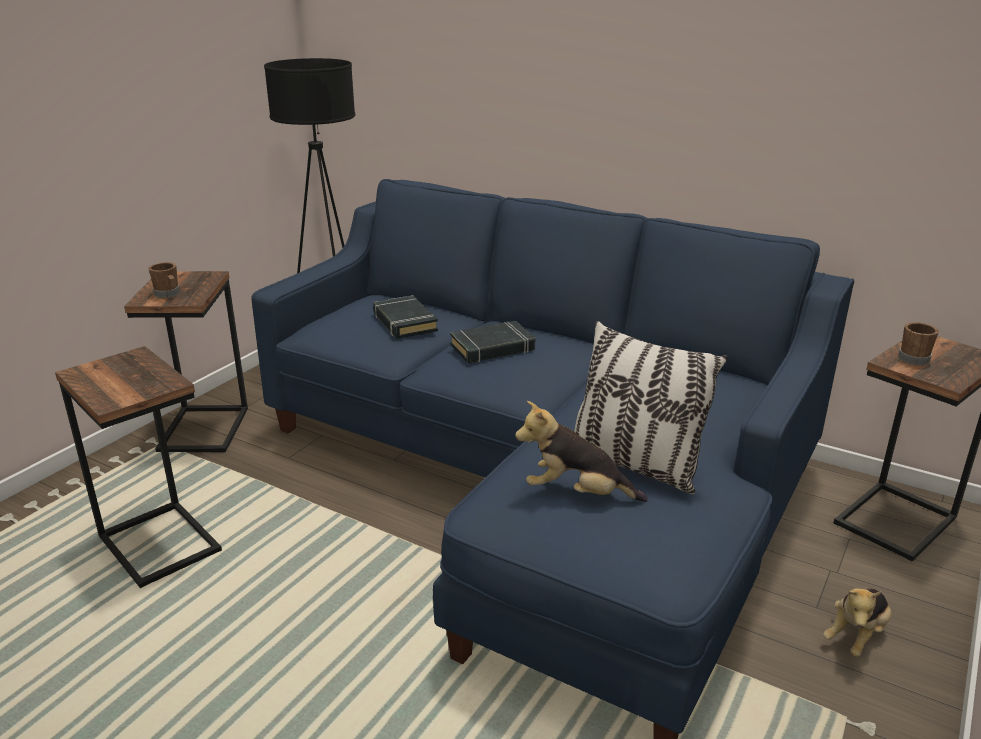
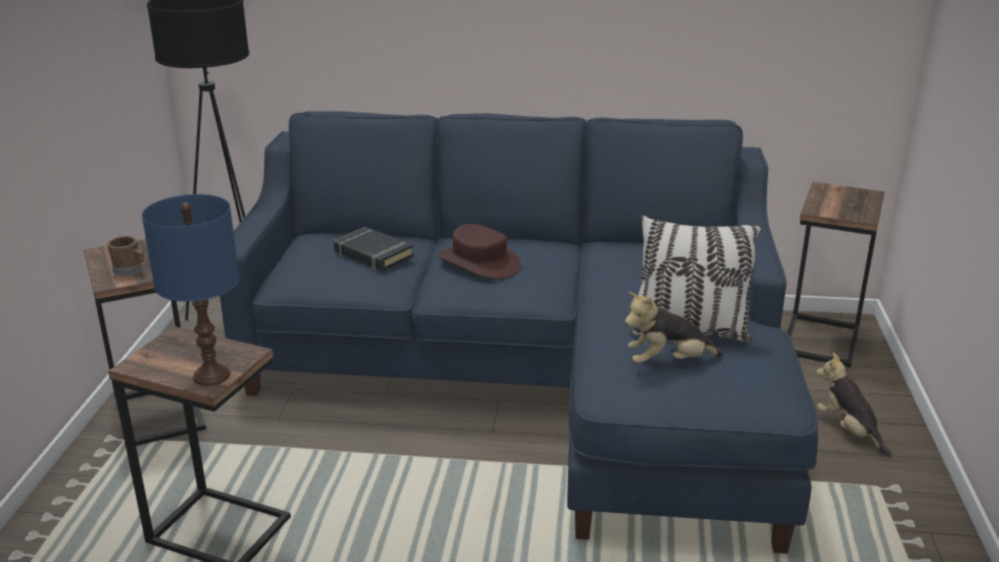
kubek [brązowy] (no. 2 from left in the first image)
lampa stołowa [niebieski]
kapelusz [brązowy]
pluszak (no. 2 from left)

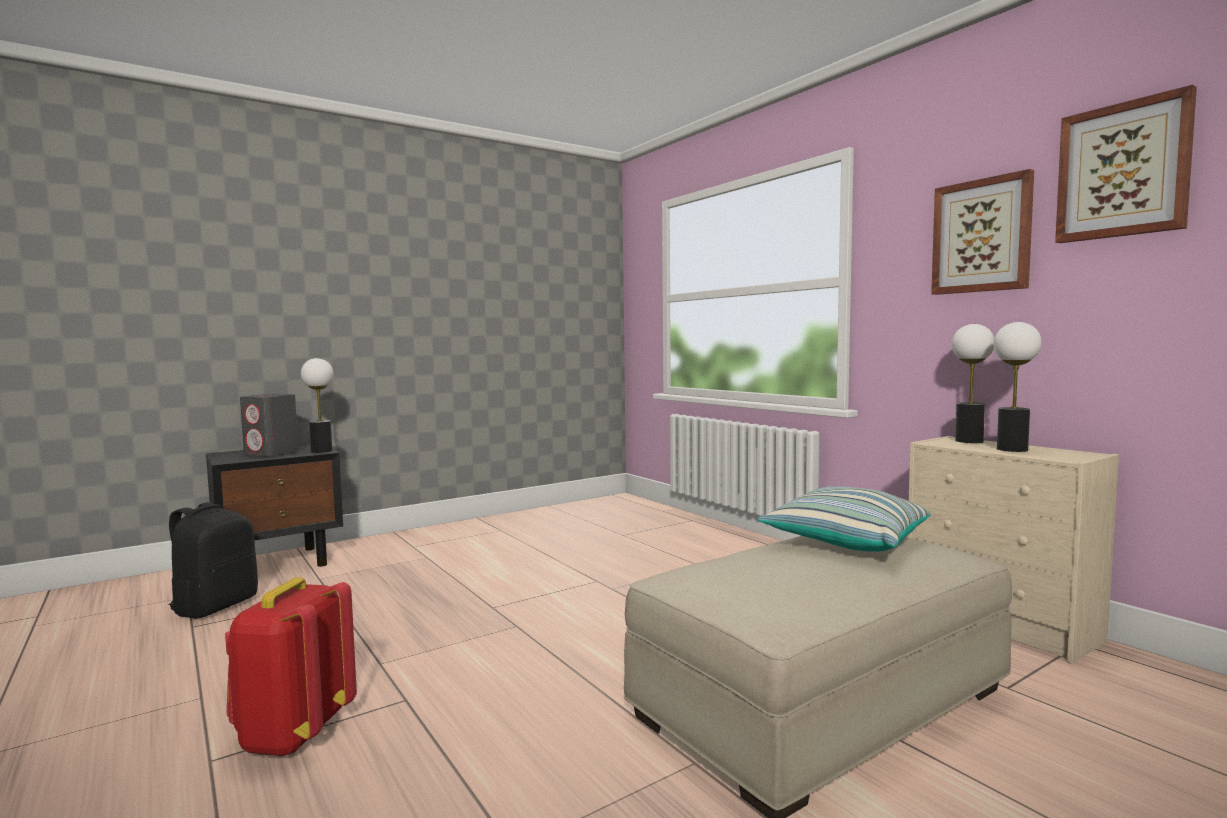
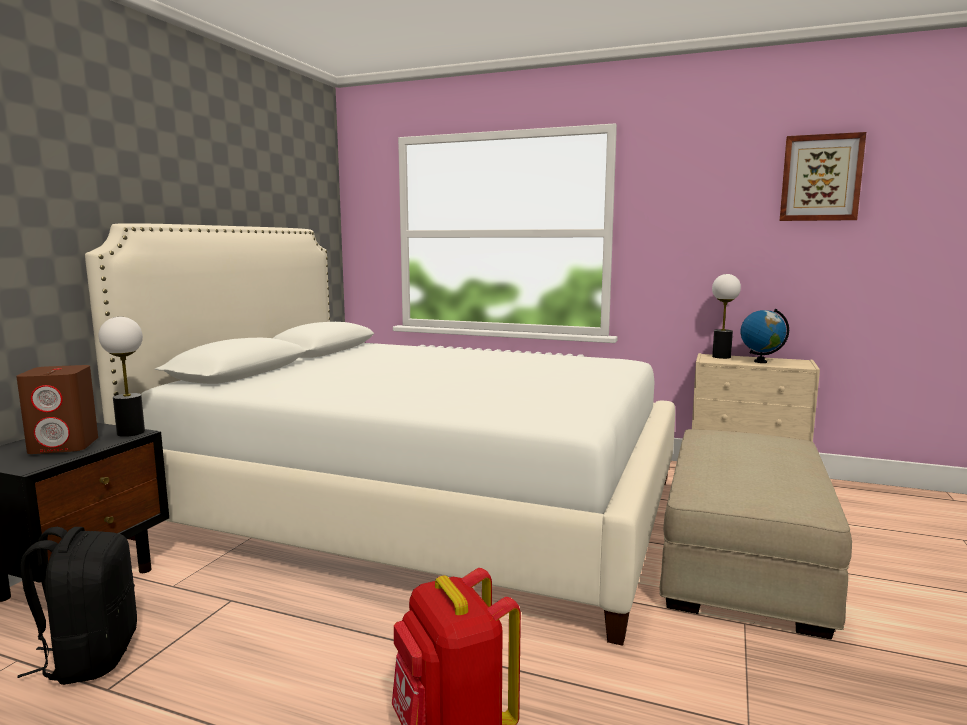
poduszka
obraz (no. 1 from left in the first image)
łóżko [biały]
globus
głośnik [brązowy]

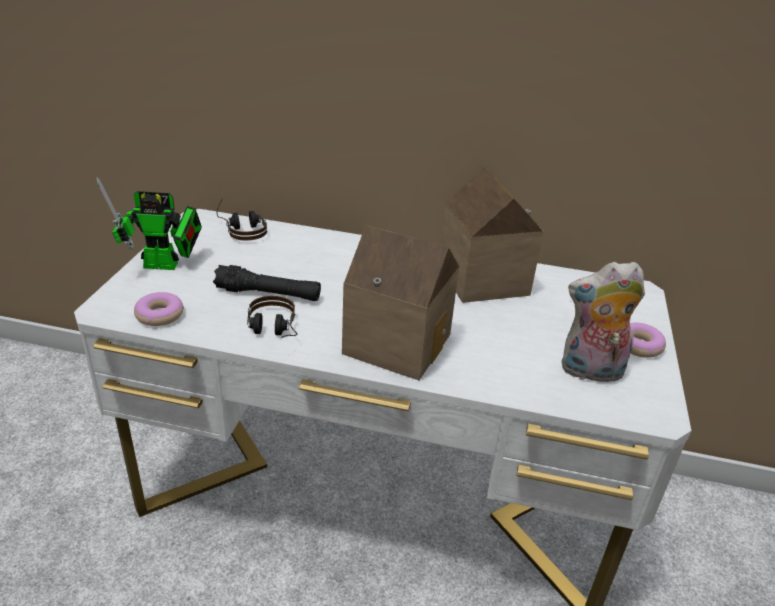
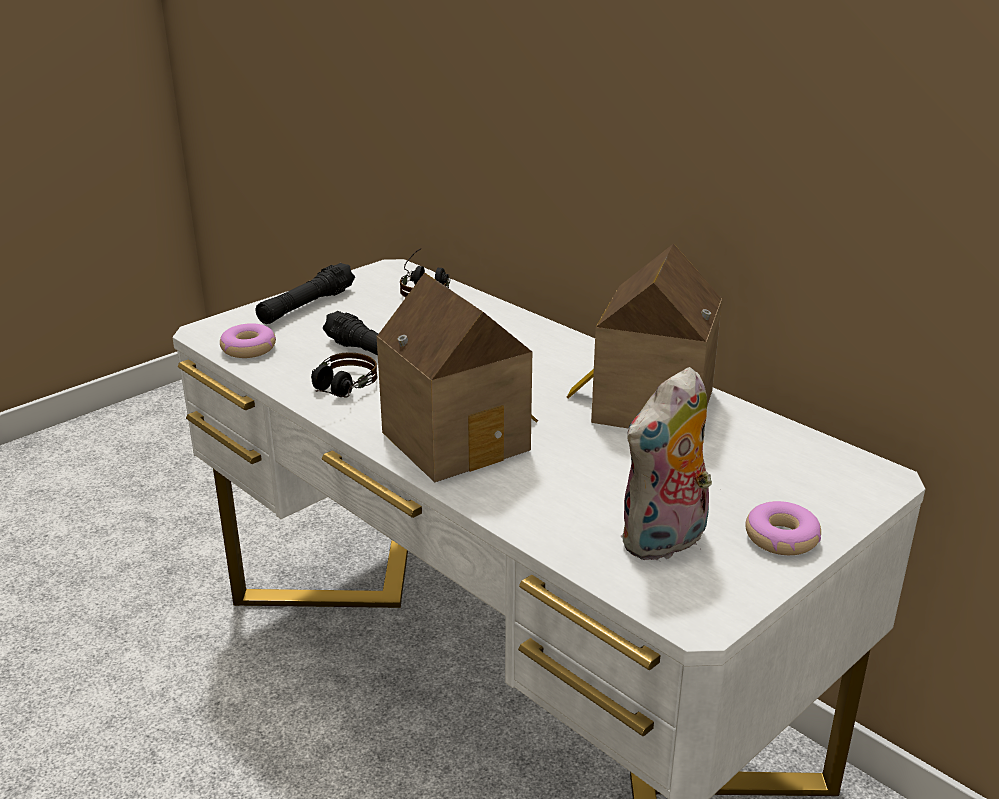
latarka [czarny] (no. 1 from left)
pluszak

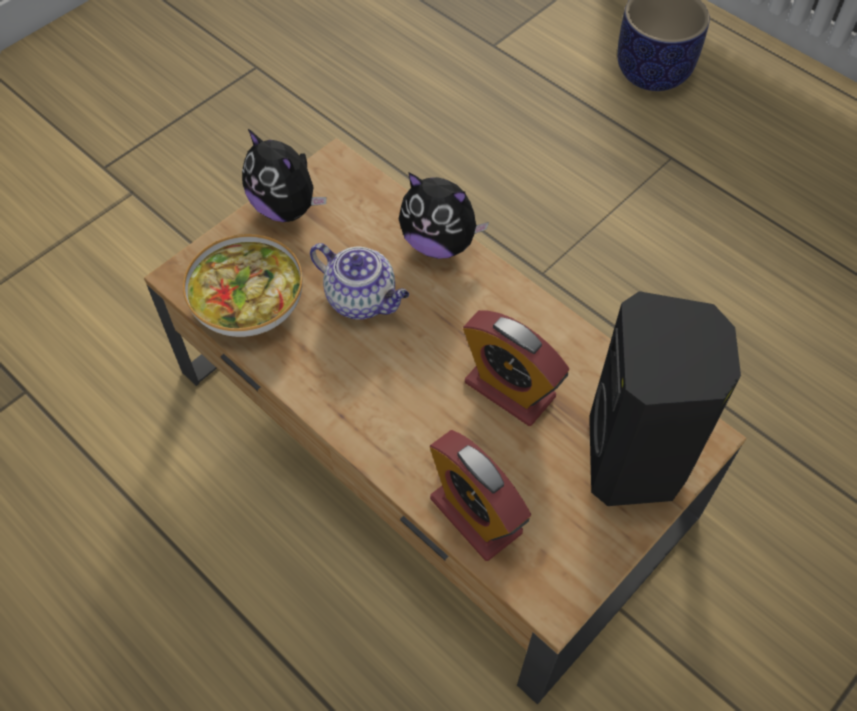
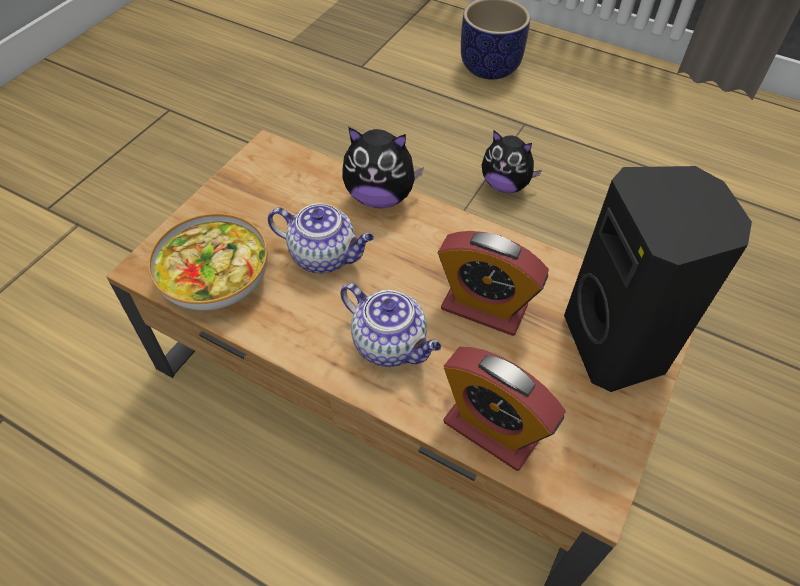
imbryk (no. 2 from left)
pluszak (no. 2 from left)

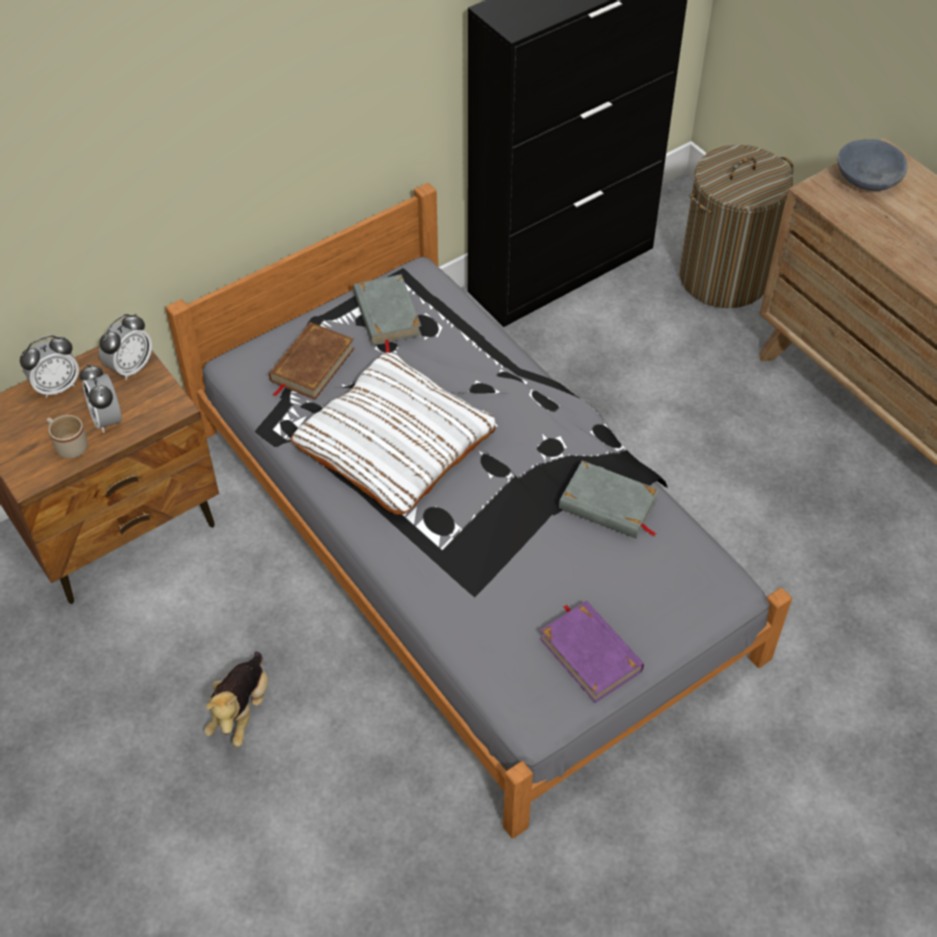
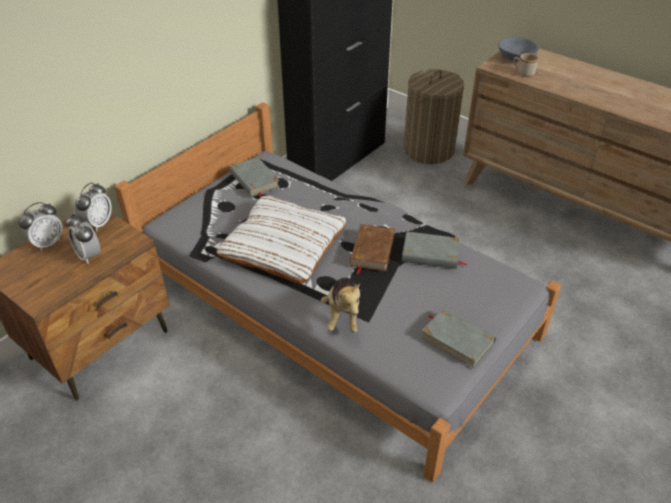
kubek [beżowy]
pluszak
książka [brązowy]
książka [szary] (no. 3 from left)

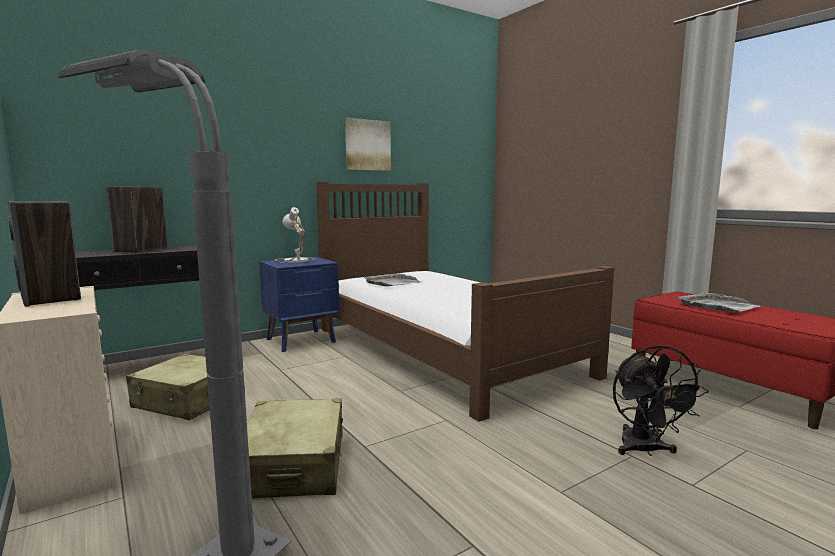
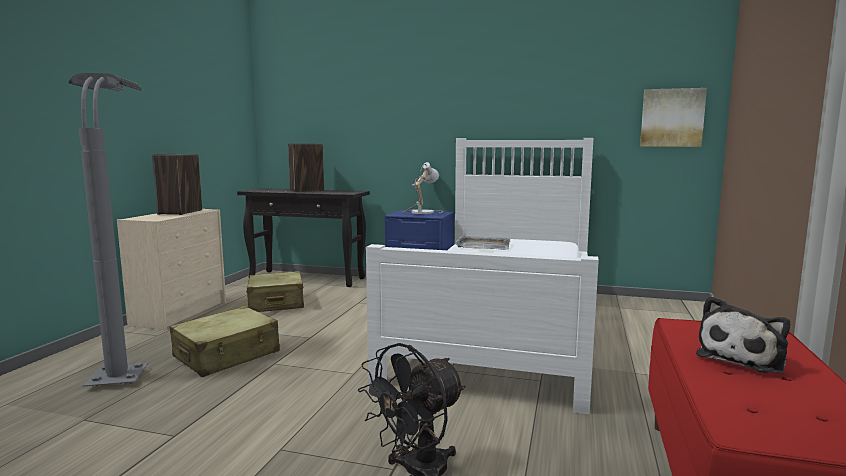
obraz
pluszak
łóżko [biały]

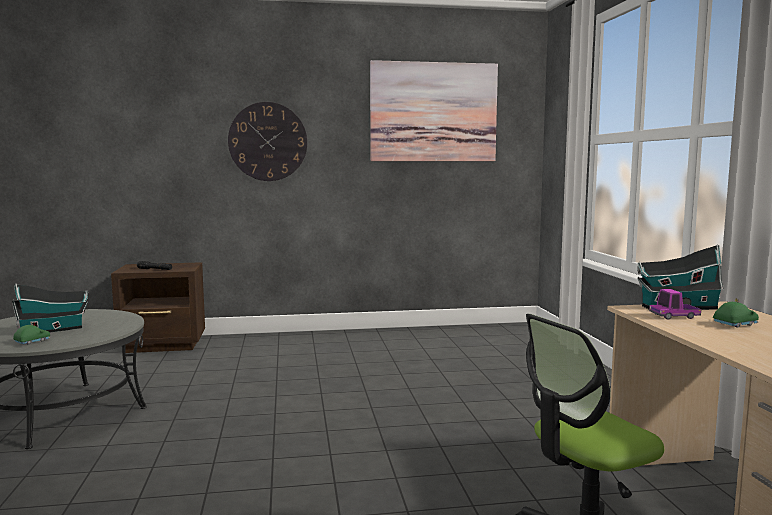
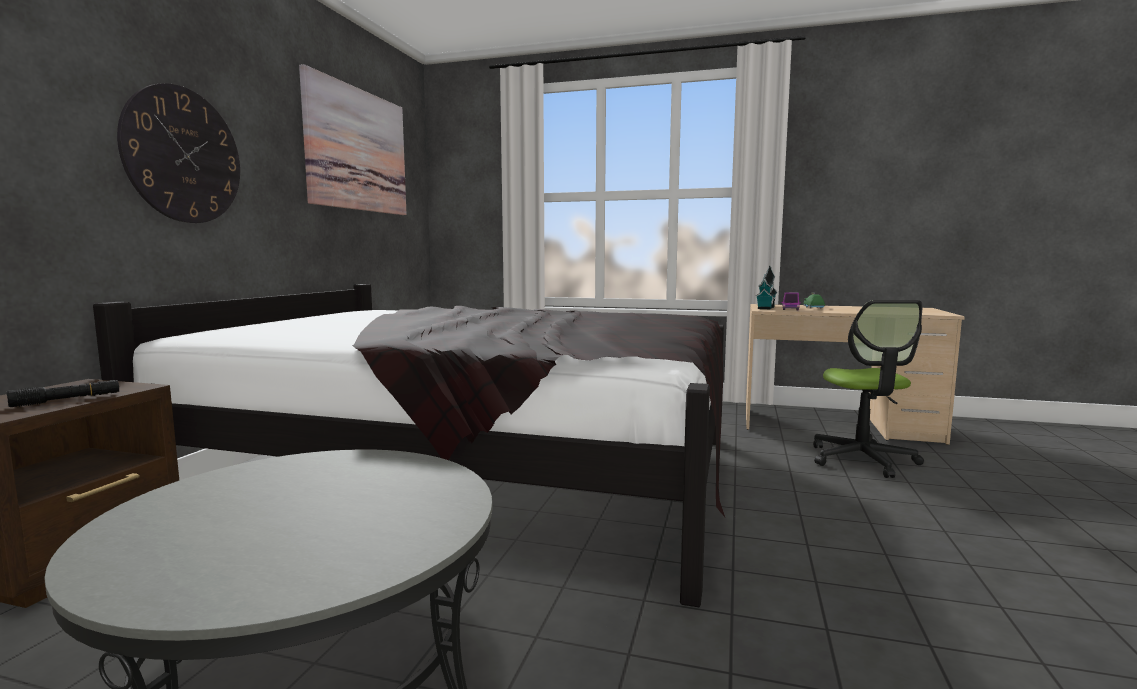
domek (no. 1 from left in the first image)
samochodzik [zielony] (no. 1 from left in the first image)
łóżko [czarny]

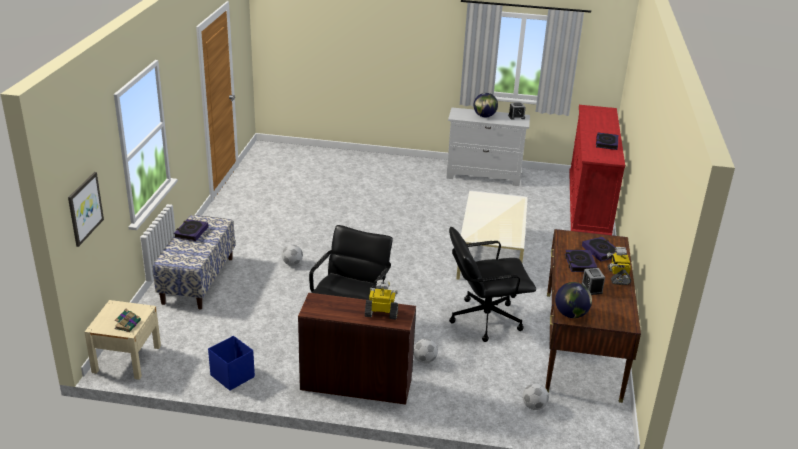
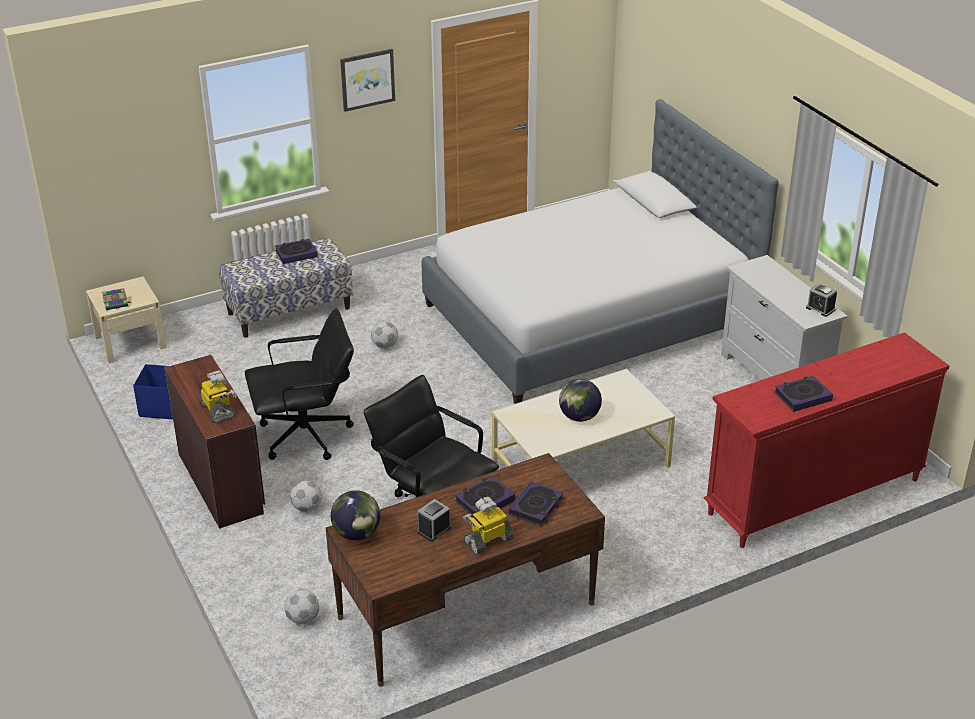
łóżko
obraz
globus (no. 2 from left)

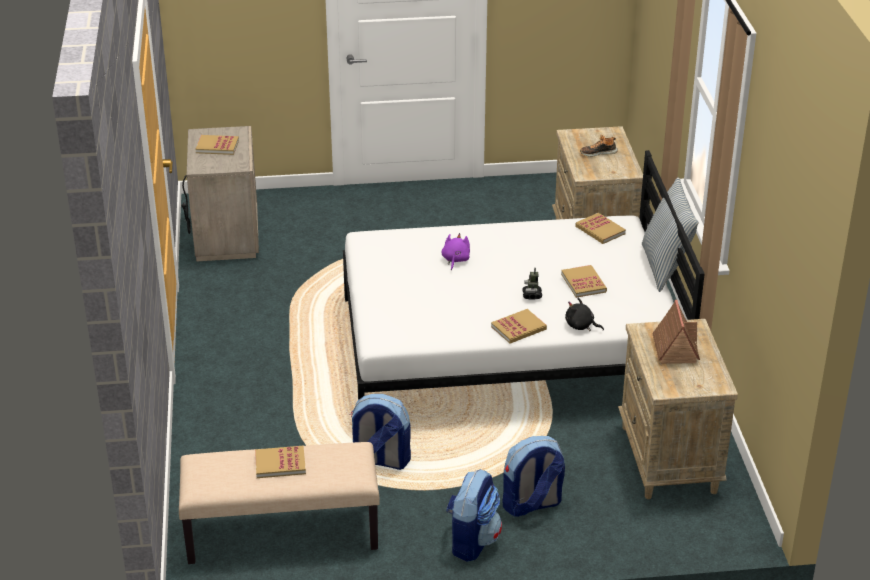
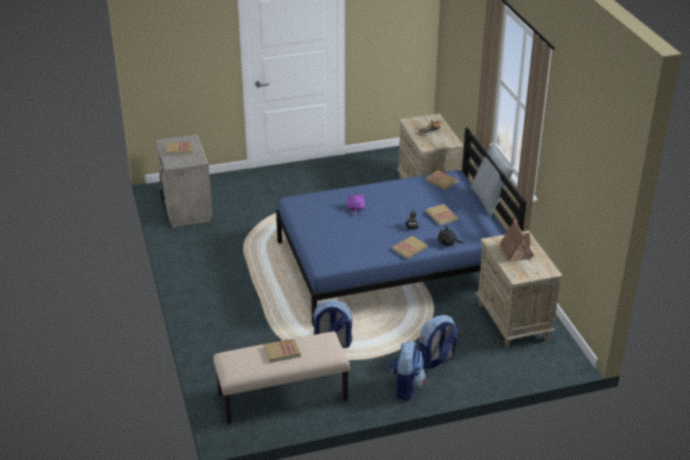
łóżko [niebieski]

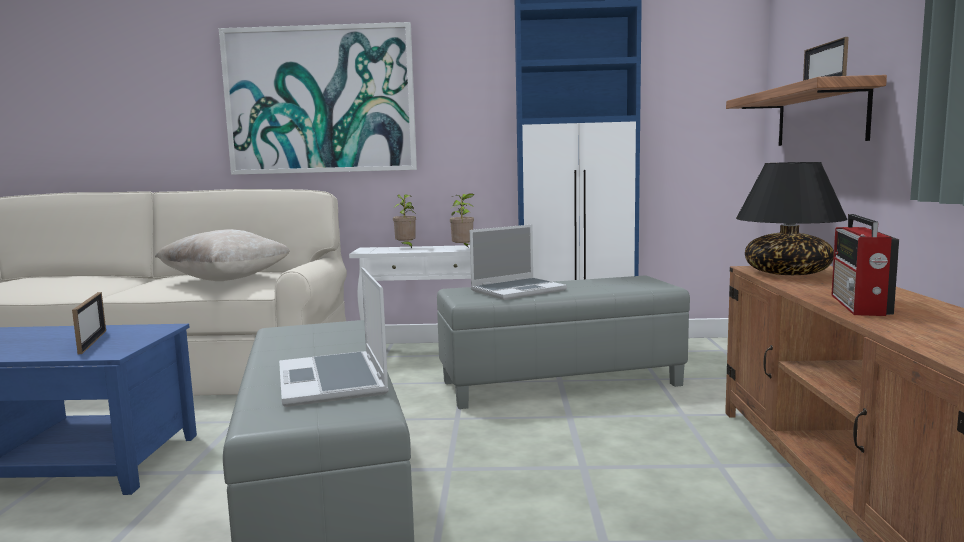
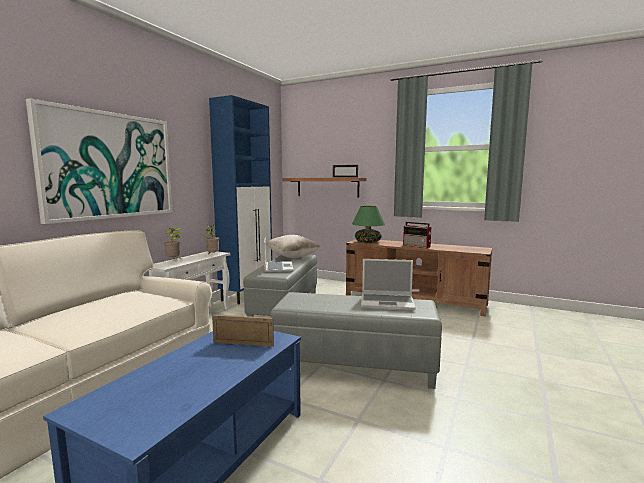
poduszka [beżowy]
lampa stołowa [zielony]

